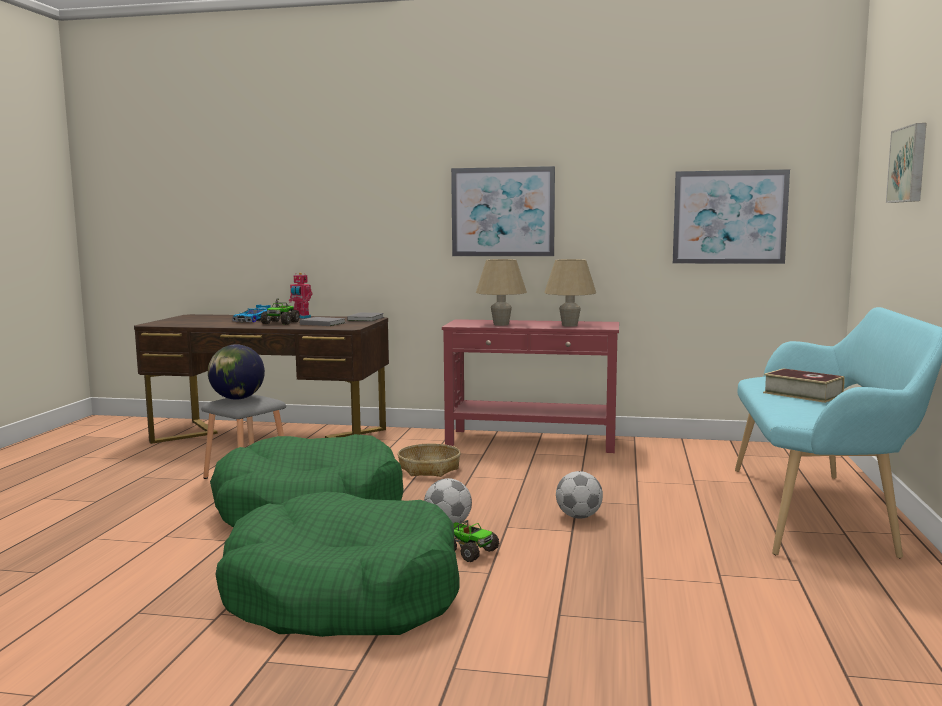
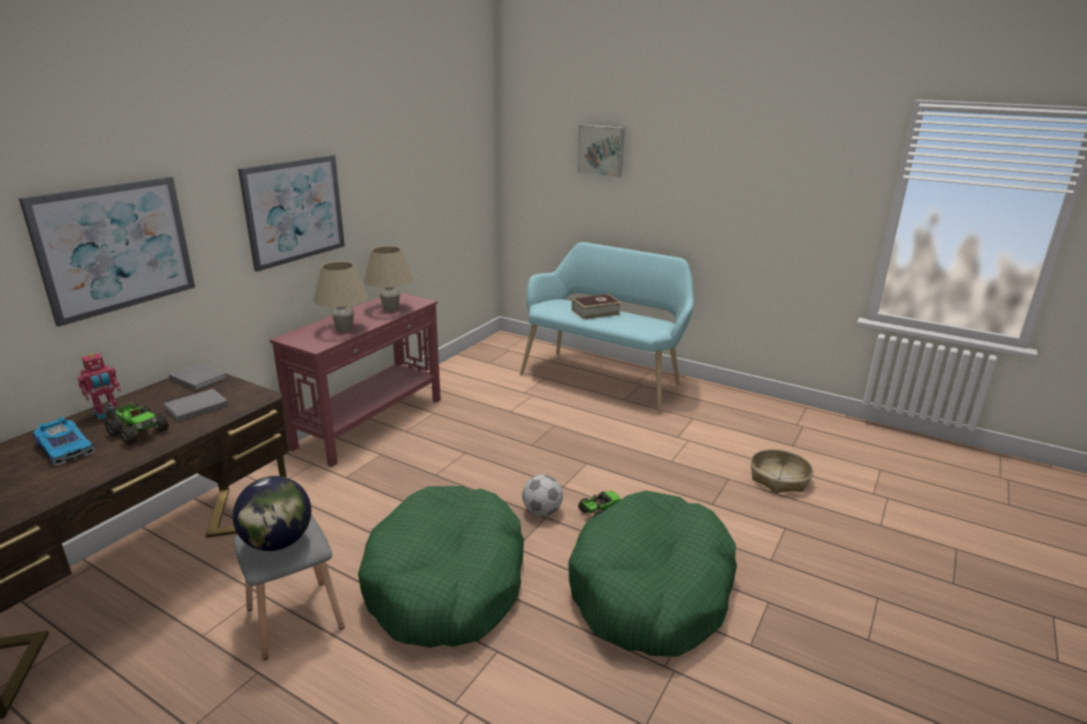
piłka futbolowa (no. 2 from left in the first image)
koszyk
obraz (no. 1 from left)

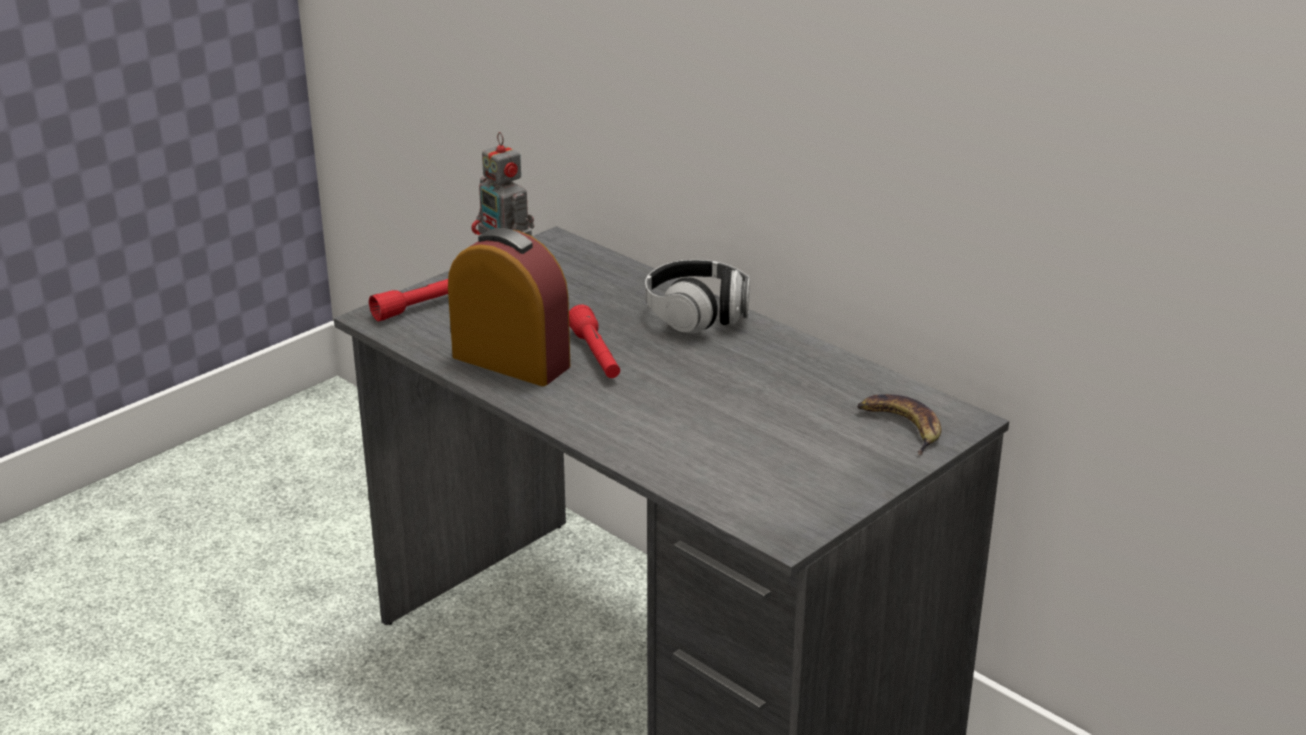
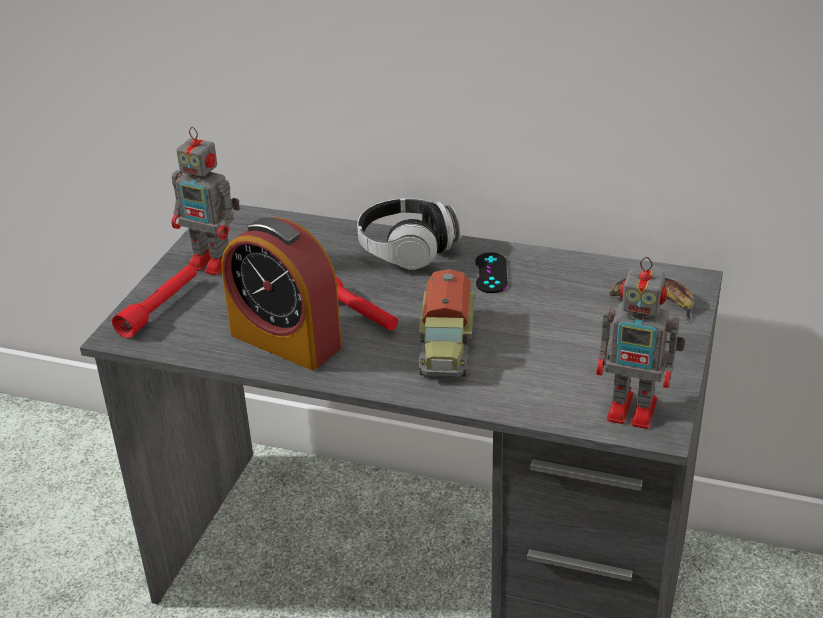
ciężarówka zabawkowa
pad do gier [czarny]
robot zabawkowy (no. 2 from left)
budzik

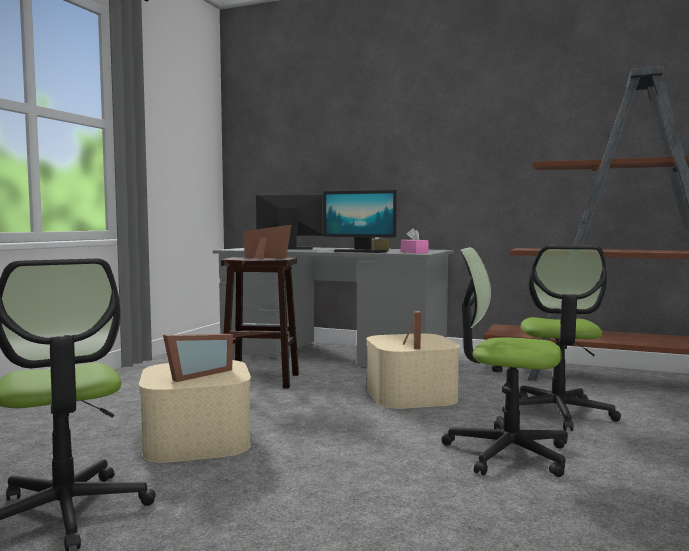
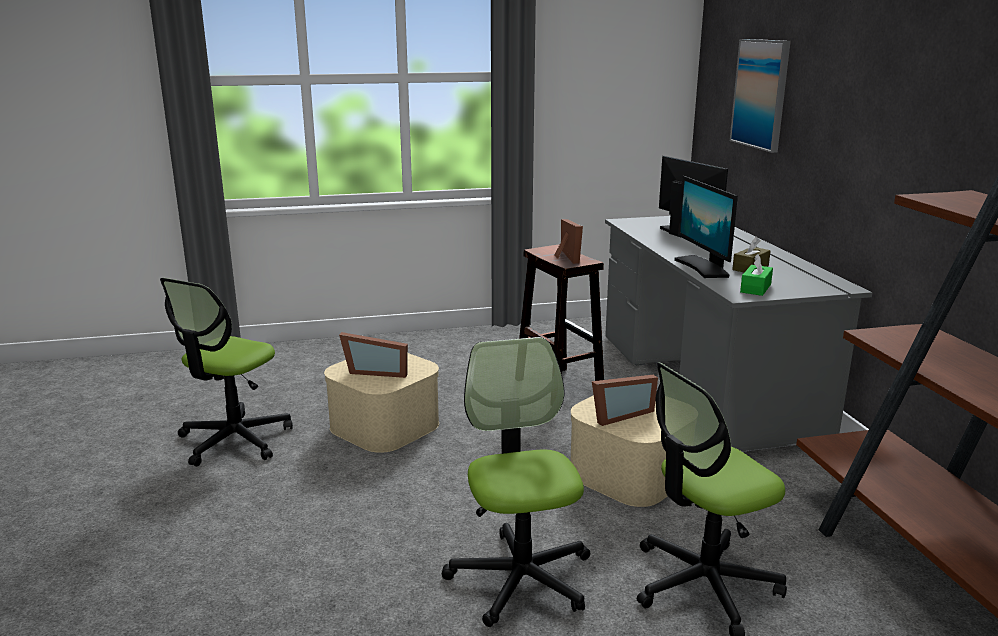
obraz
pudełko chusteczek [zielony]

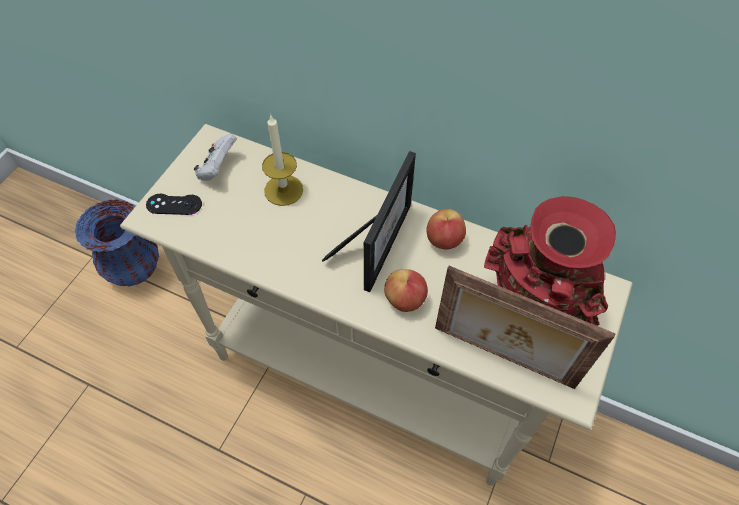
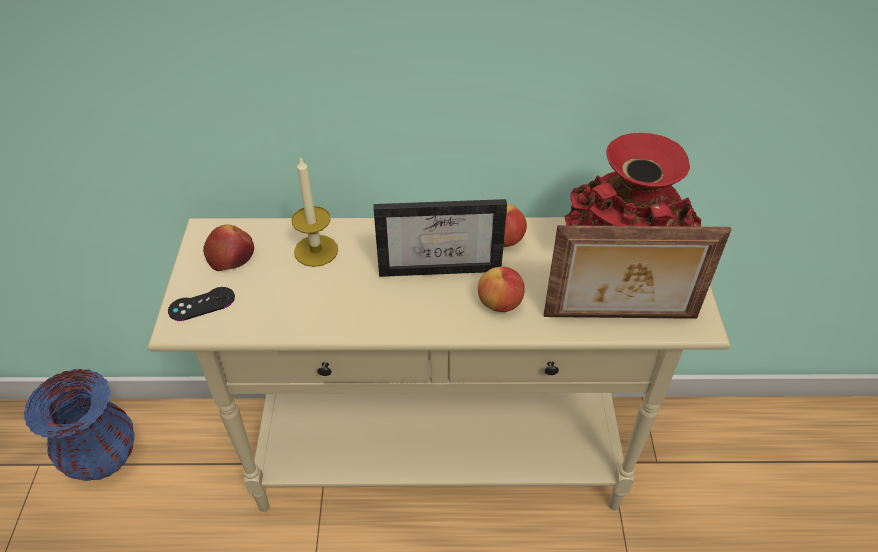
jabłko (no. 1 from left)
ramka na zdjęcie (no. 1 from left)

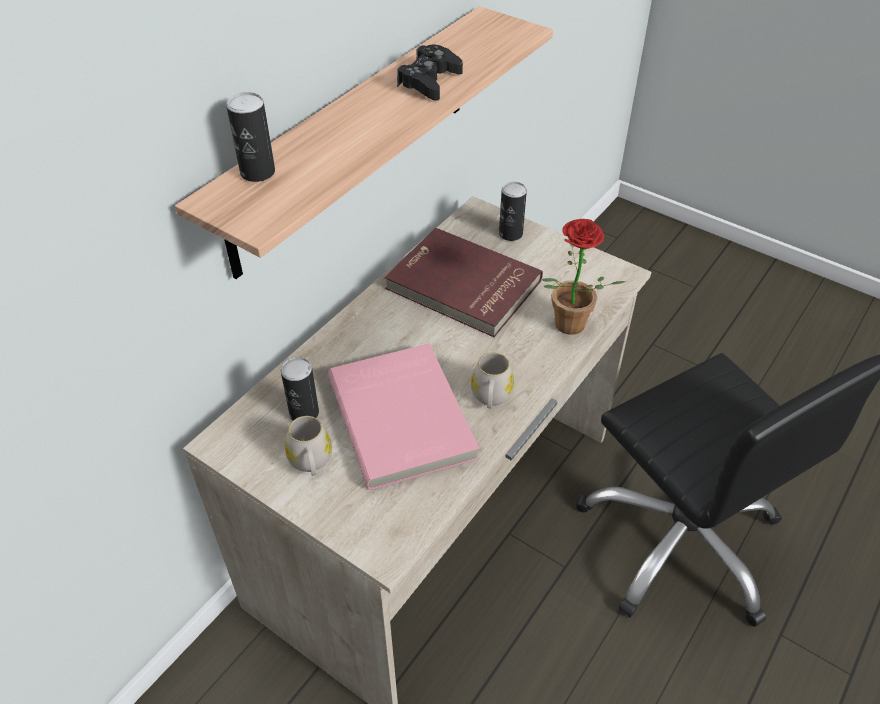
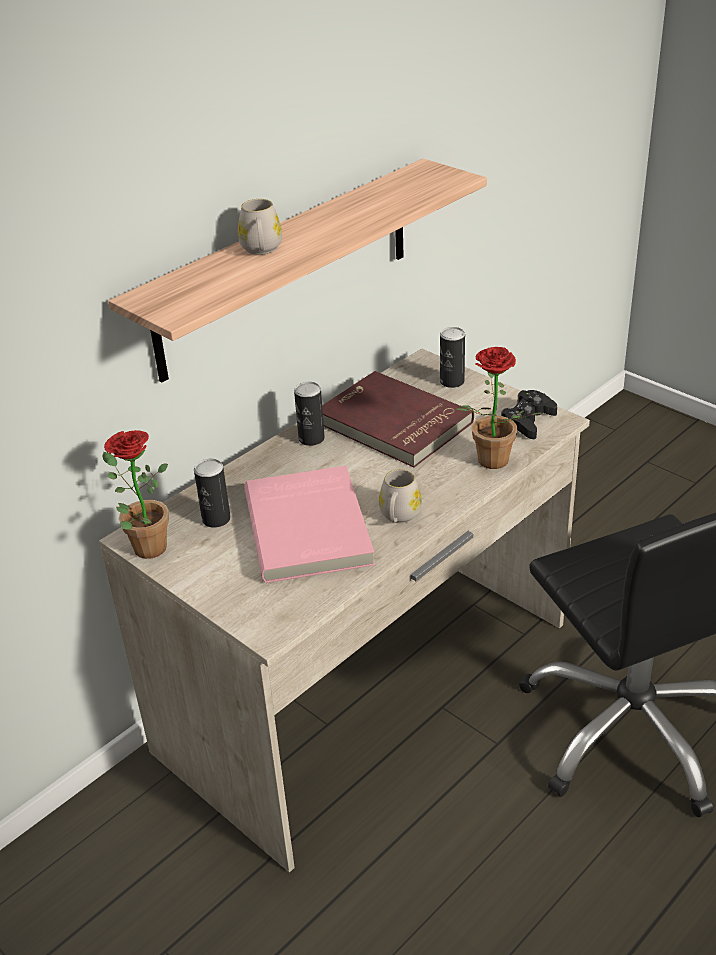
roślina doniczkowa (no. 1 from left)
puszka (no. 2 from left)
kubek [biały] (no. 1 from left)
pad do gier [czarny]

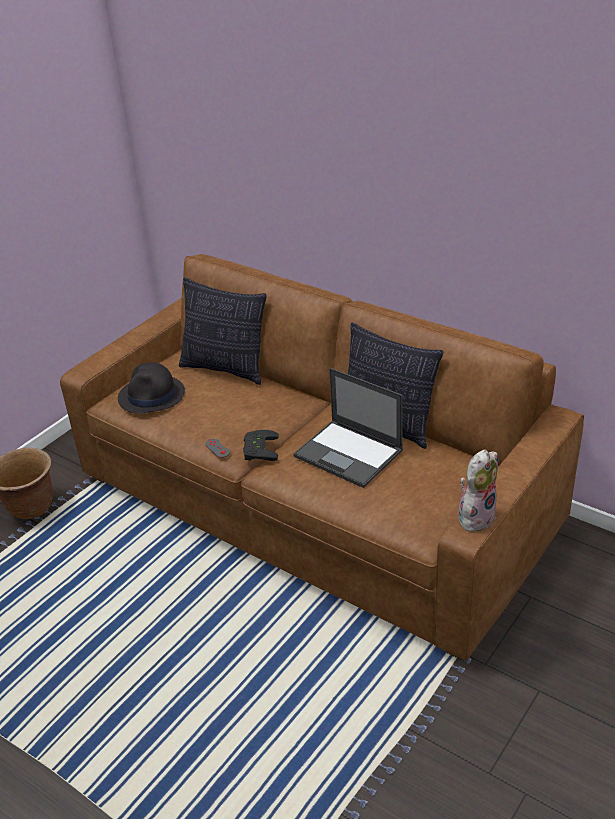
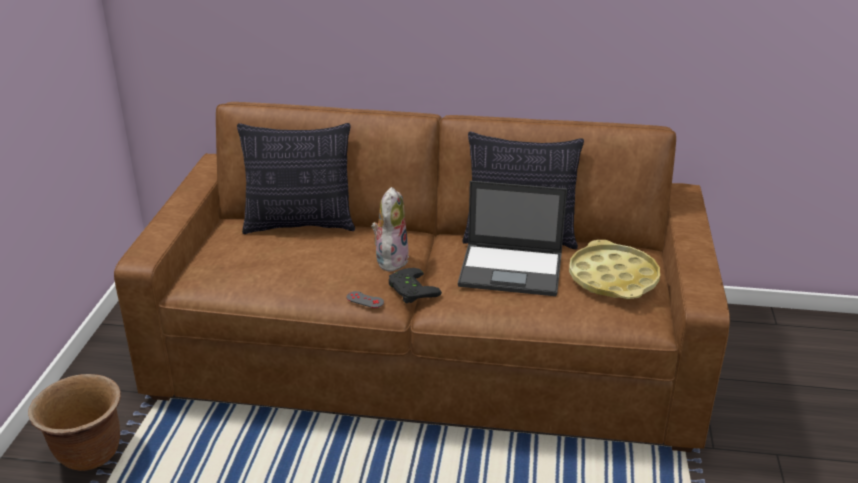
kapelusz [czarny]
taca [żółty]
pluszak

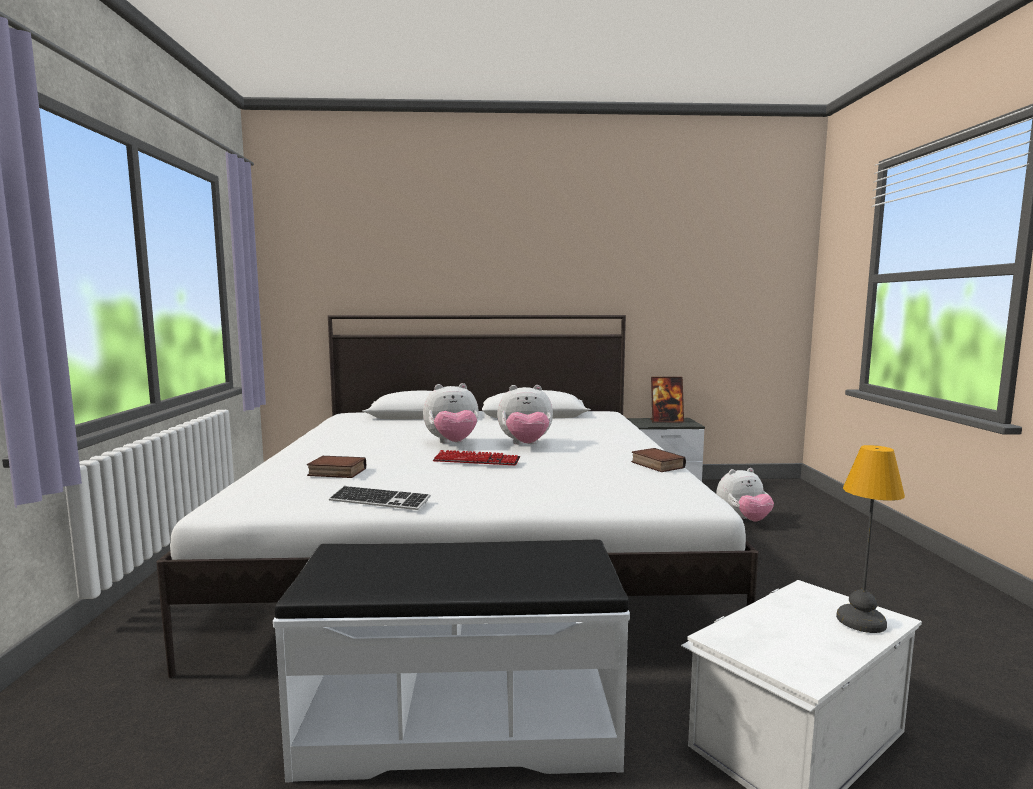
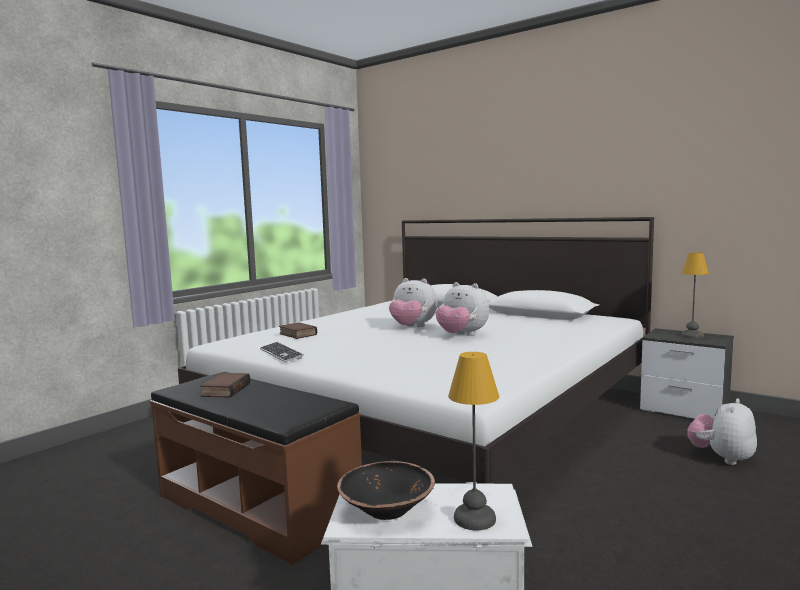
klawiatura (no. 2 from left in the first image)
miska [czarny]
książka (no. 1 from left)
lampa stołowa (no. 2 from left)
ławka [brązowy]
pluszak (no. 3 from left)

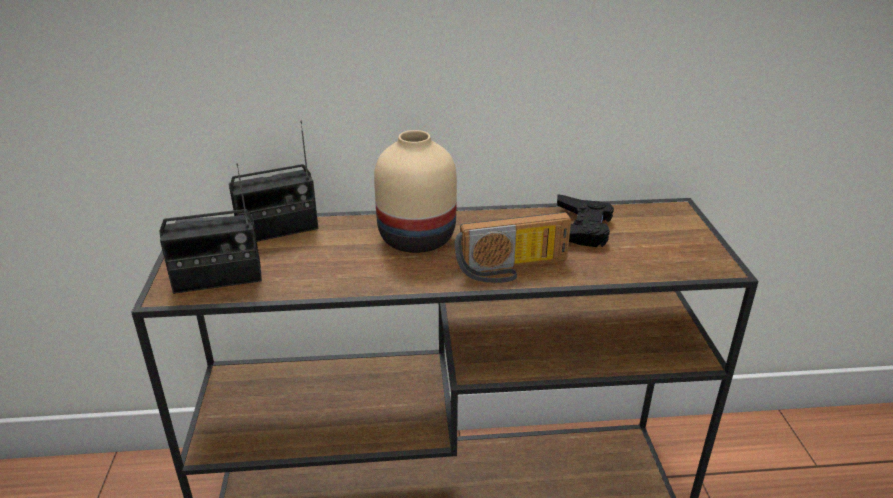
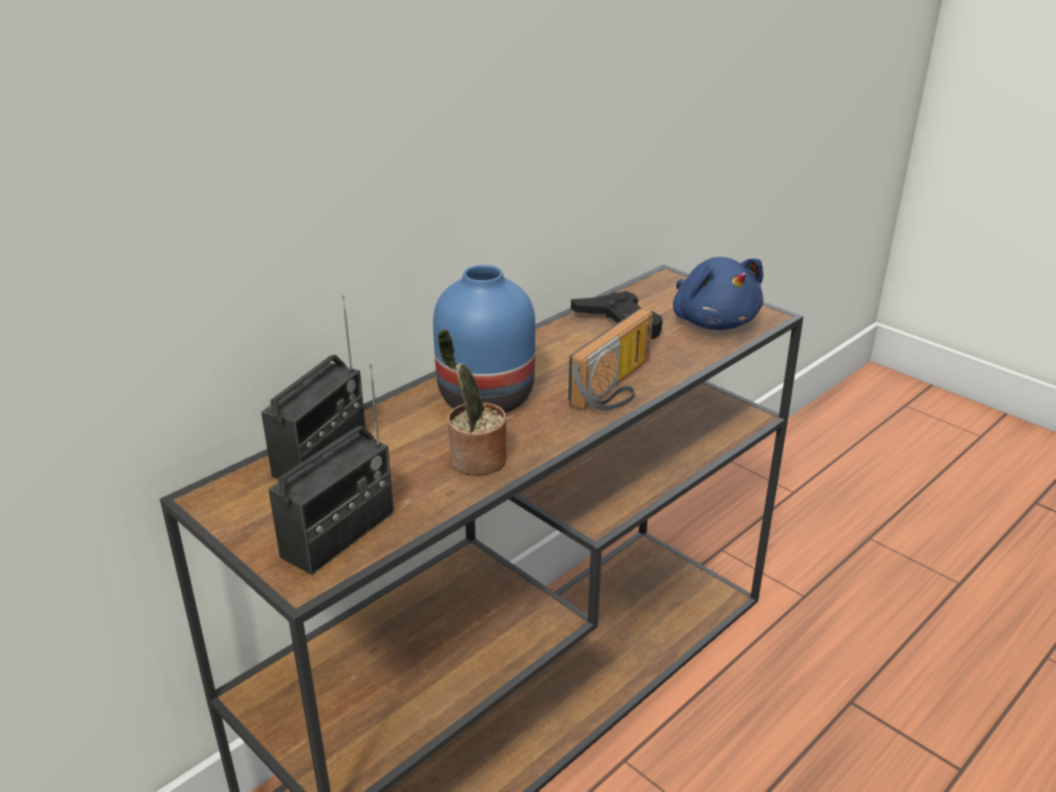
roślina doniczkowa
pluszak [niebieski]
wazon [niebieski]

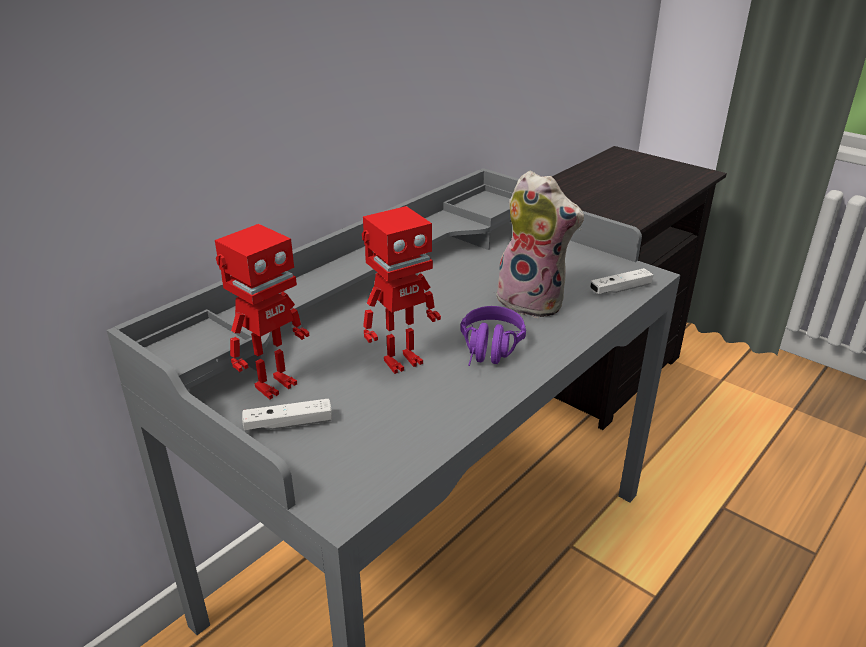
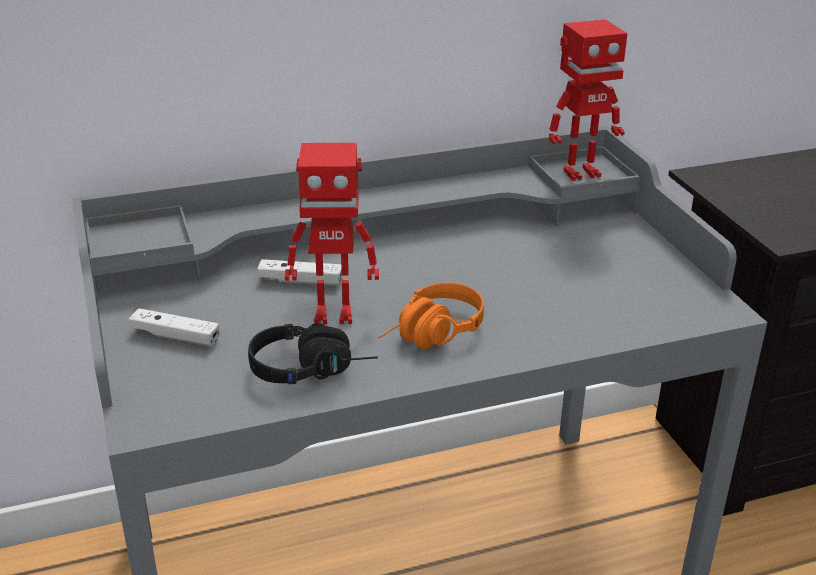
pluszak
słuchawki [czarny]
robot zabawkowy (no. 2 from left)
pad do gier [biały] (no. 2 from left)
słuchawki [pomarańczowy]

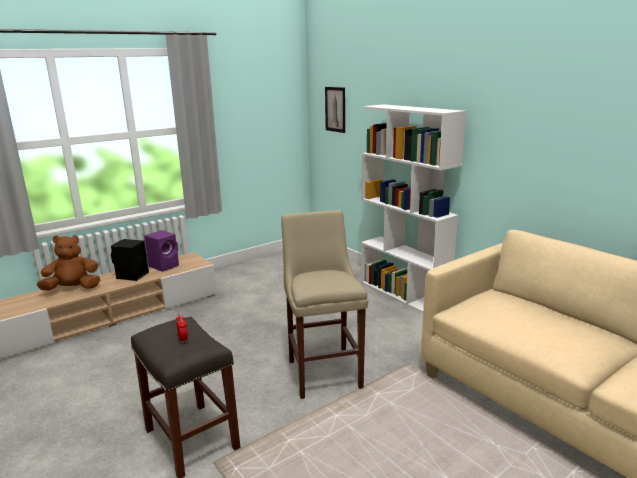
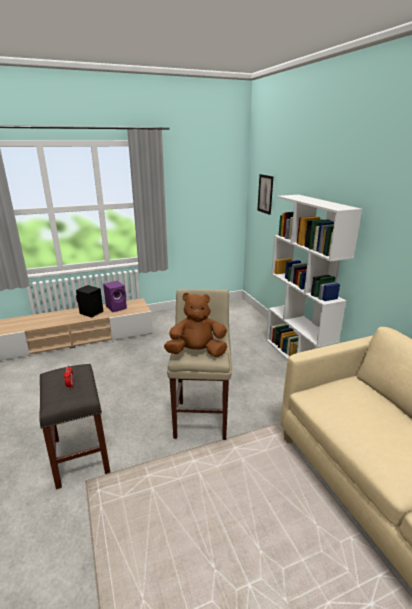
pluszak [brązowy]

